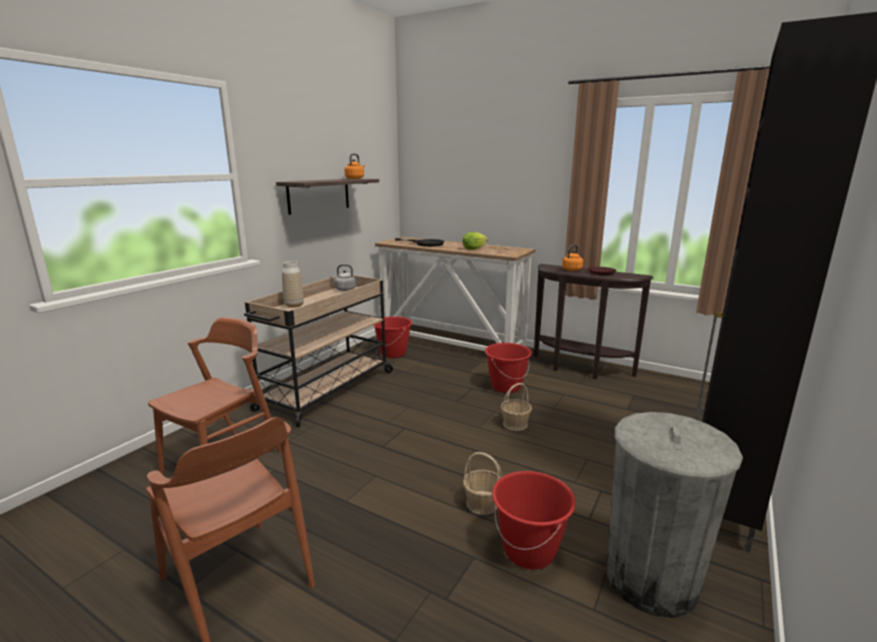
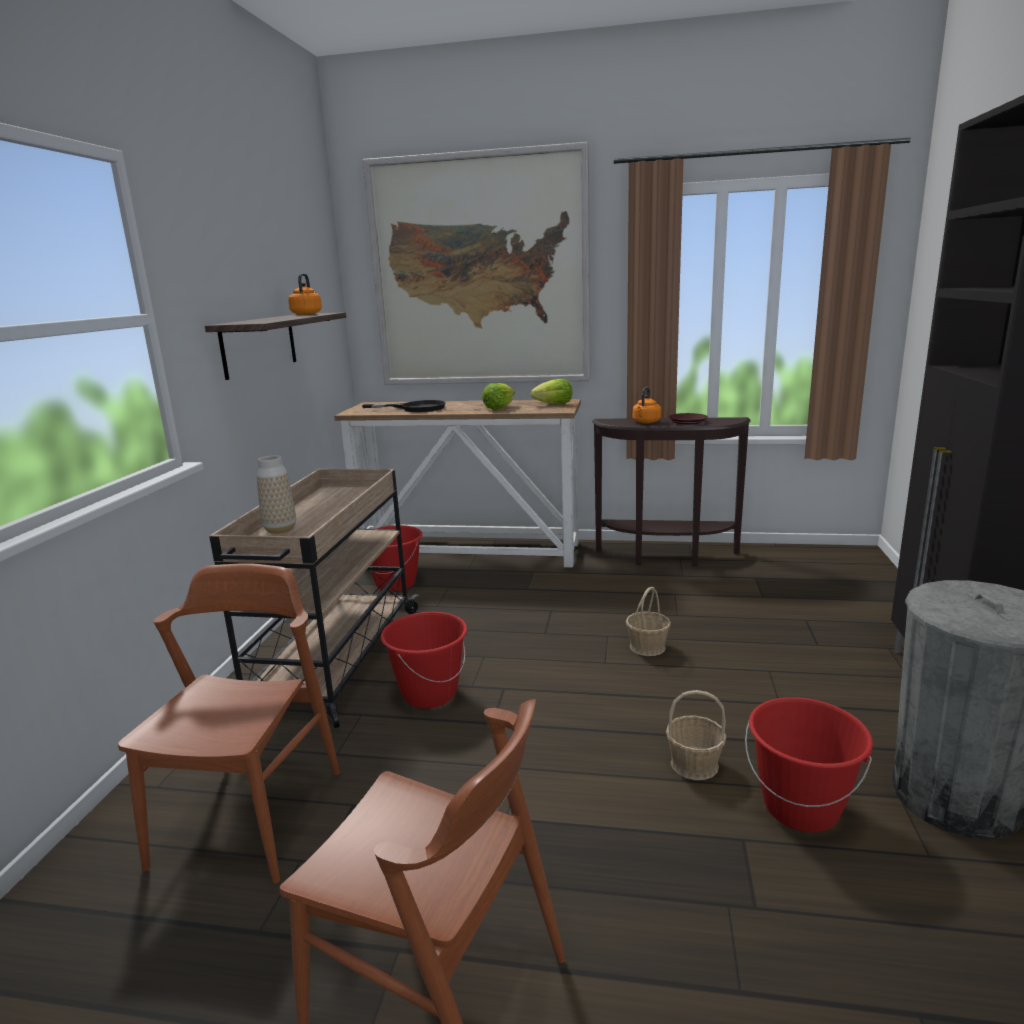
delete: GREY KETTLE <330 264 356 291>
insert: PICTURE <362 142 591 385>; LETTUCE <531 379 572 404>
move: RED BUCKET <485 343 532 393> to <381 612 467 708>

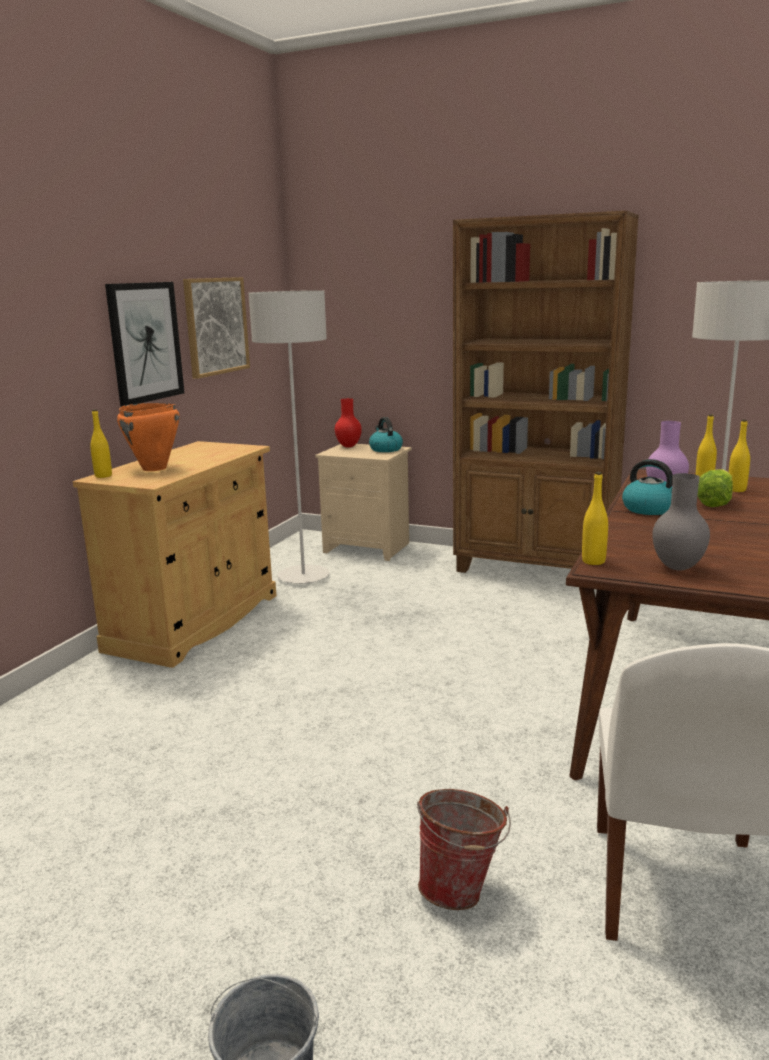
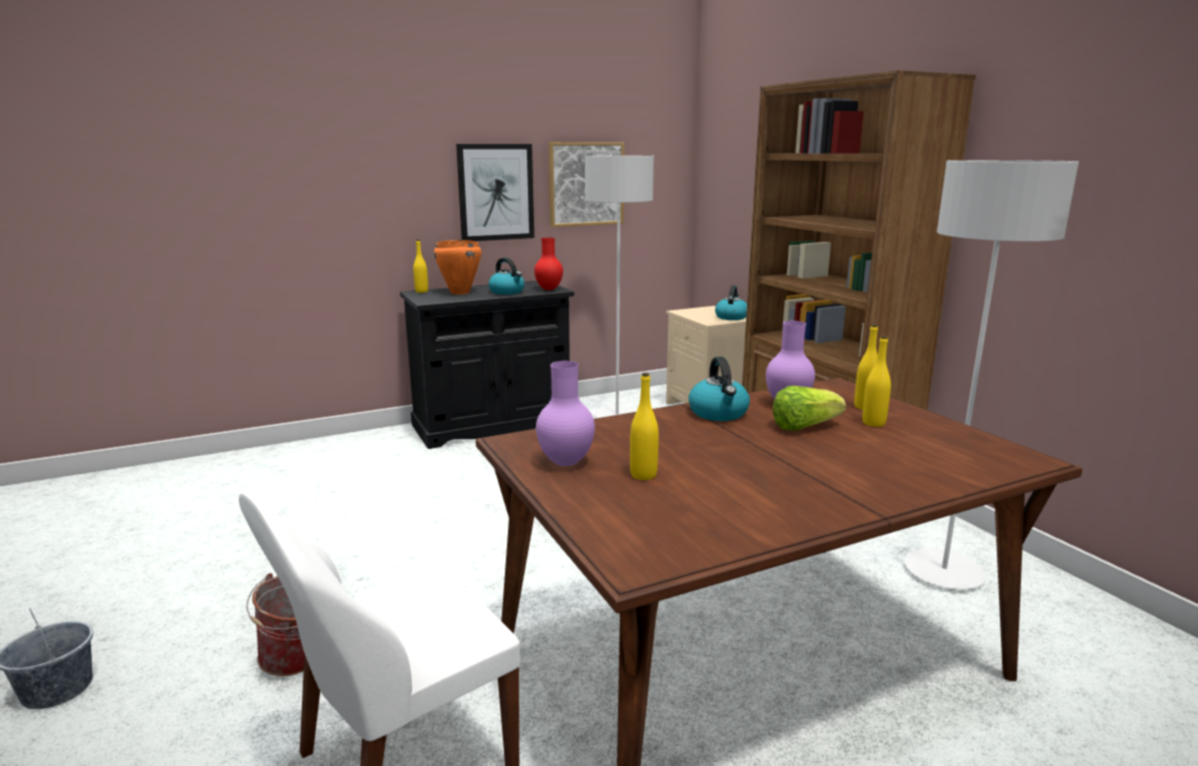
insert: KETTLE <488 257 525 295>
move: RED VASE <335 398 362 448> to <534 238 563 290>; YELLOW BOTTLE <582 472 608 565> to <630 372 659 480>
recolor: BEIGE CABINET <73 441 276 668> to BLACK CABINET <400 281 574 449>; GREY VASE <652 473 710 571> to PURPLE VASE <536 361 595 466>

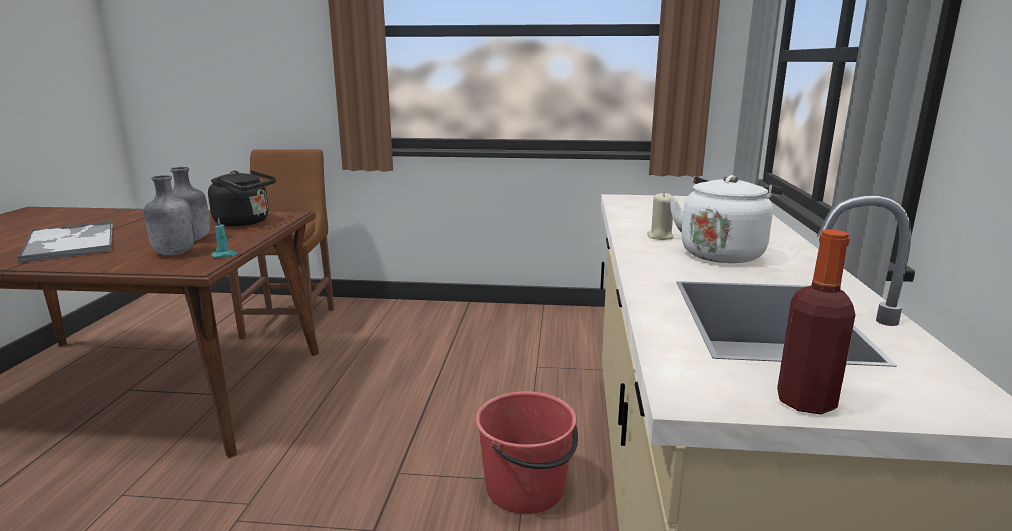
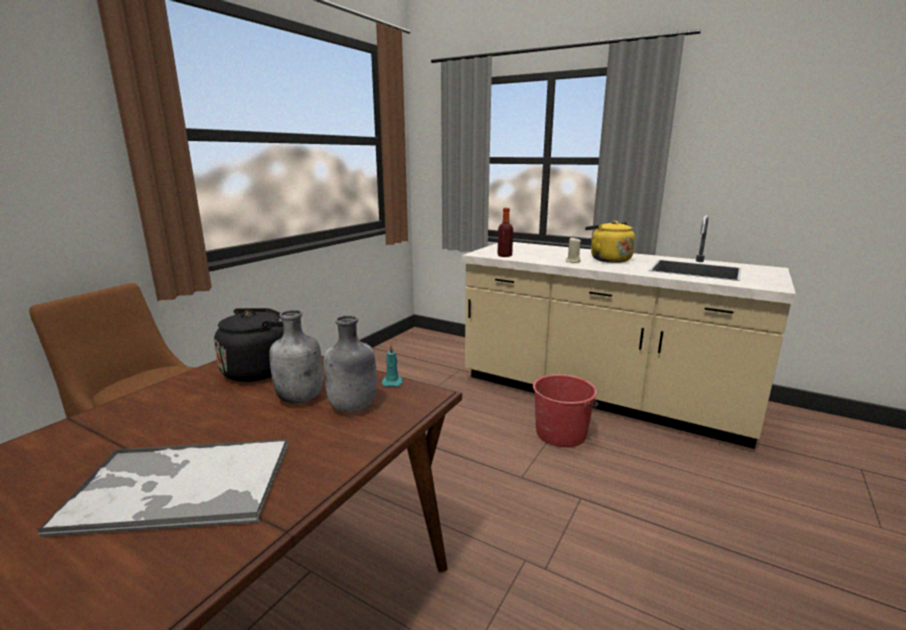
move: BOTTLE <777 229 855 415> to <498 208 513 257>
recolor: WHITE KETTLE <669 175 783 263> to YELLOW KETTLE <585 221 635 263>

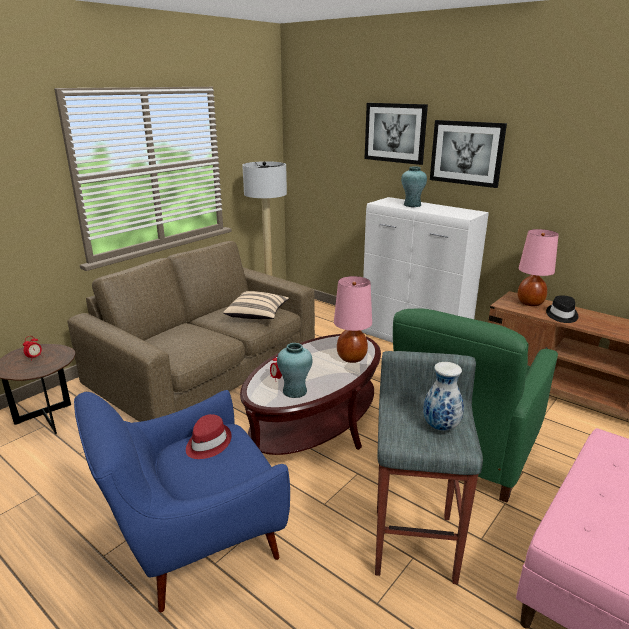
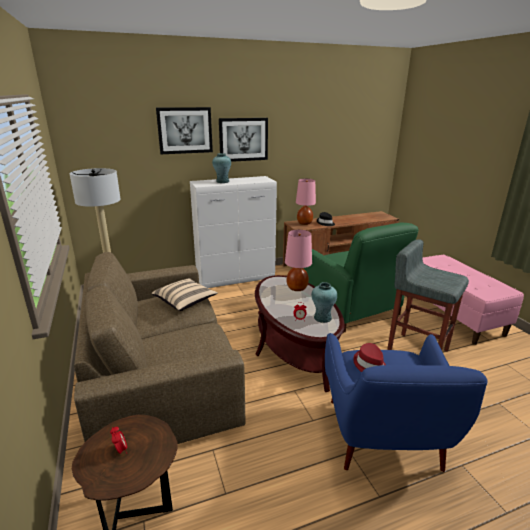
delete: VASE <423 362 464 431>

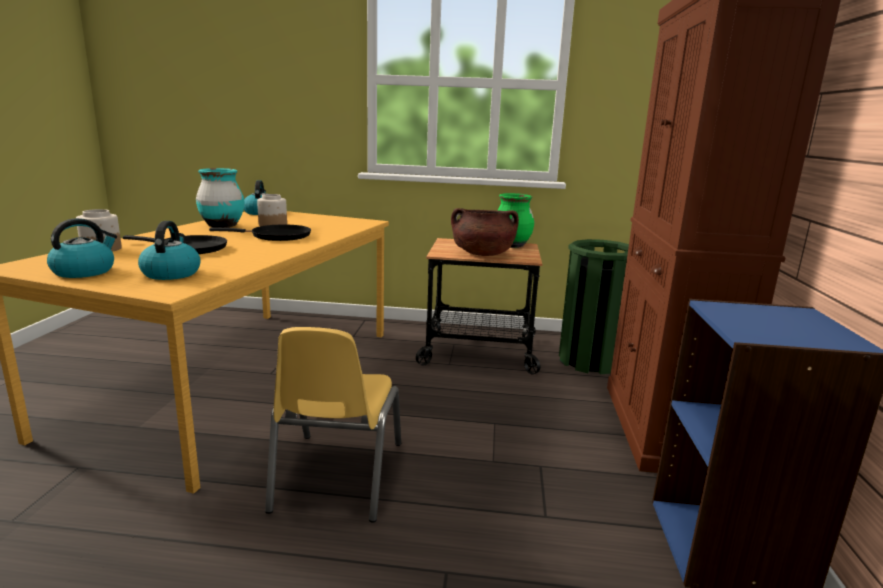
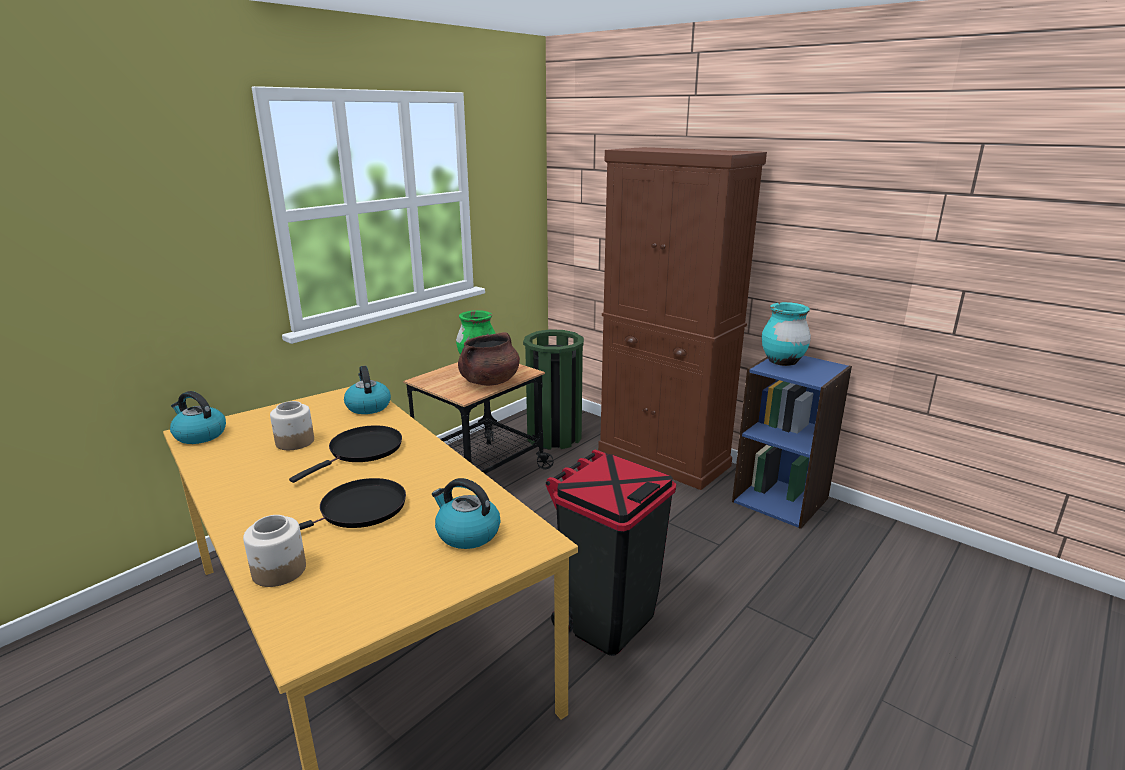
move: TURQUOISE VASE <196 168 244 228> to <762 302 811 366>; KETTLE <47 218 117 278> to <344 366 391 414>
replace: YELLOW CHAIR <265 327 401 523> to BLACK TRASH CAN <546 449 676 656>

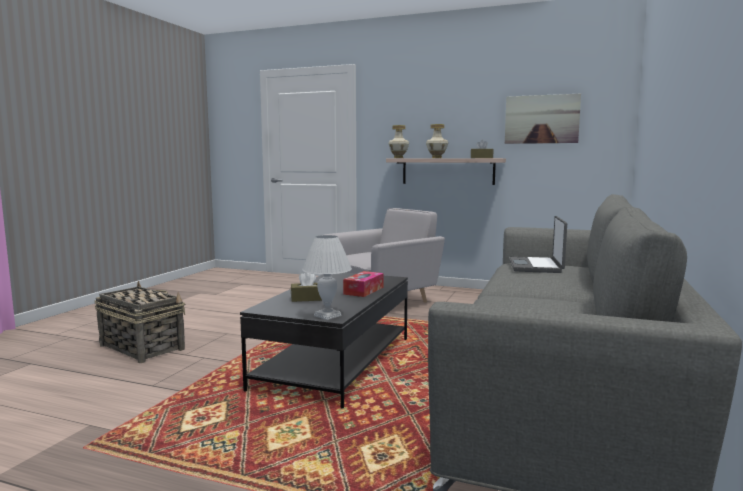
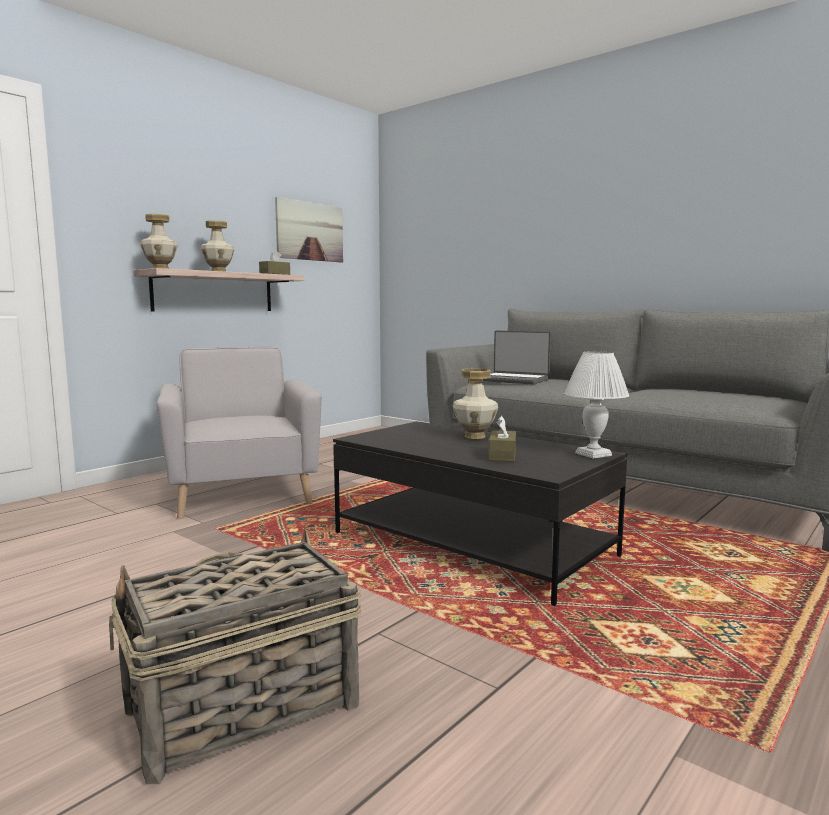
replace: TISSUE BOX <343 271 384 297> to VASE <453 369 498 439>

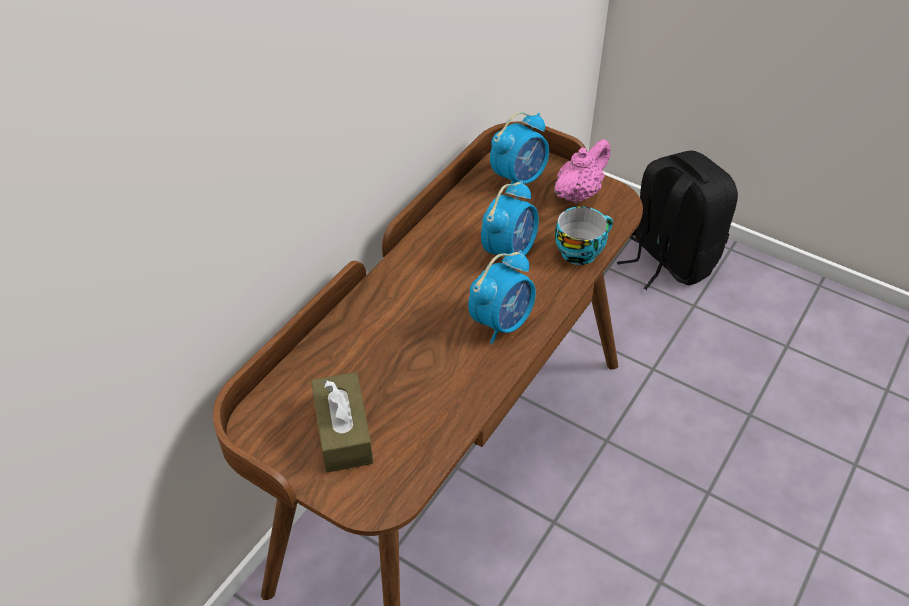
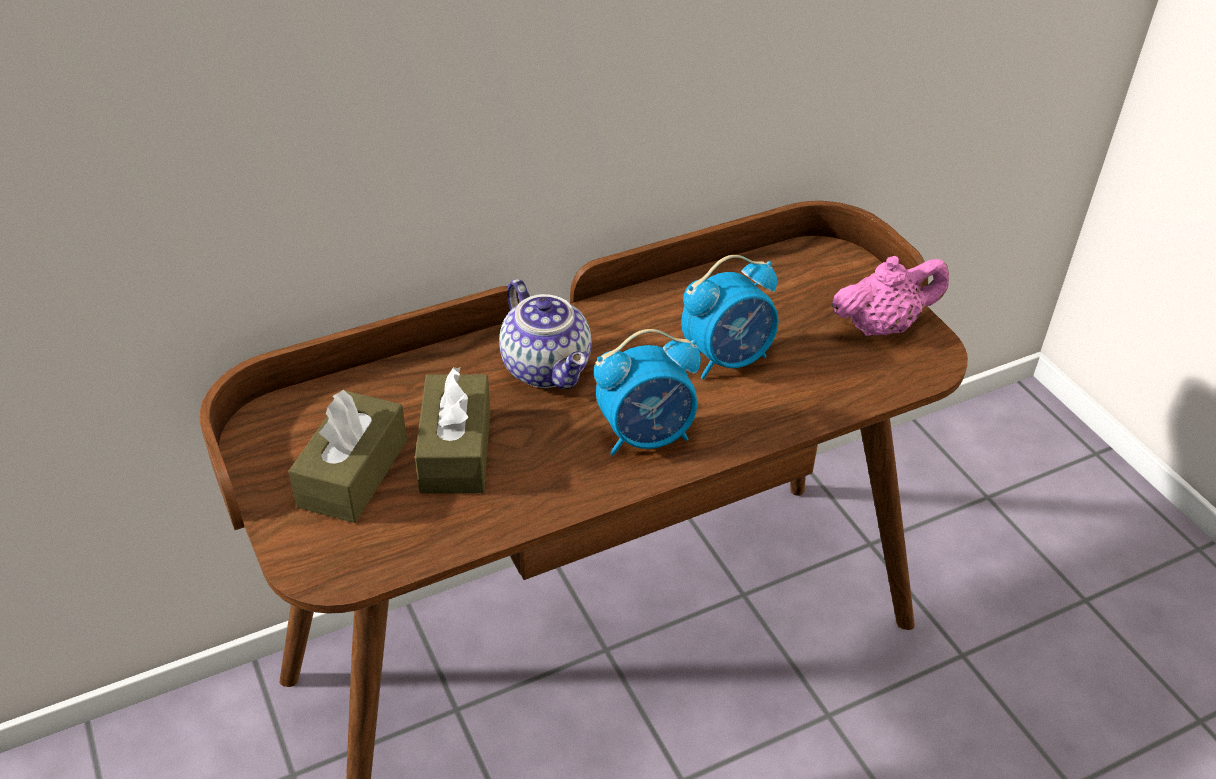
delete: ALARM CLOCK <490 112 549 184>; BLACK BACKPACK <617 150 738 290>; CUP <555 206 613 265>
insert: TEAPOT <499 279 592 389>; BROWN TISSUE BOX <415 367 490 494>

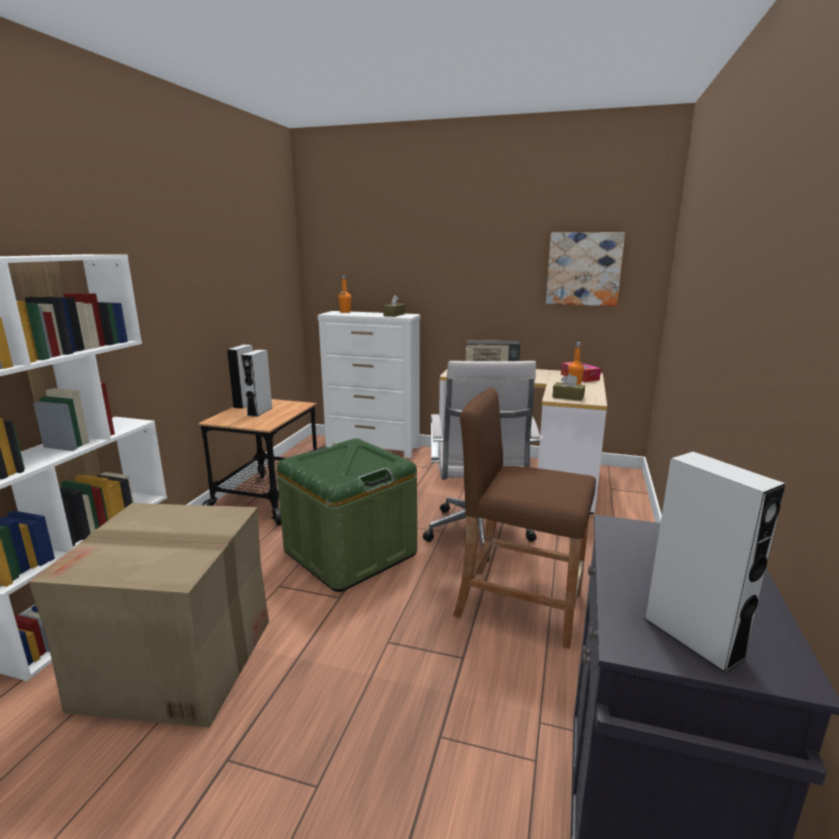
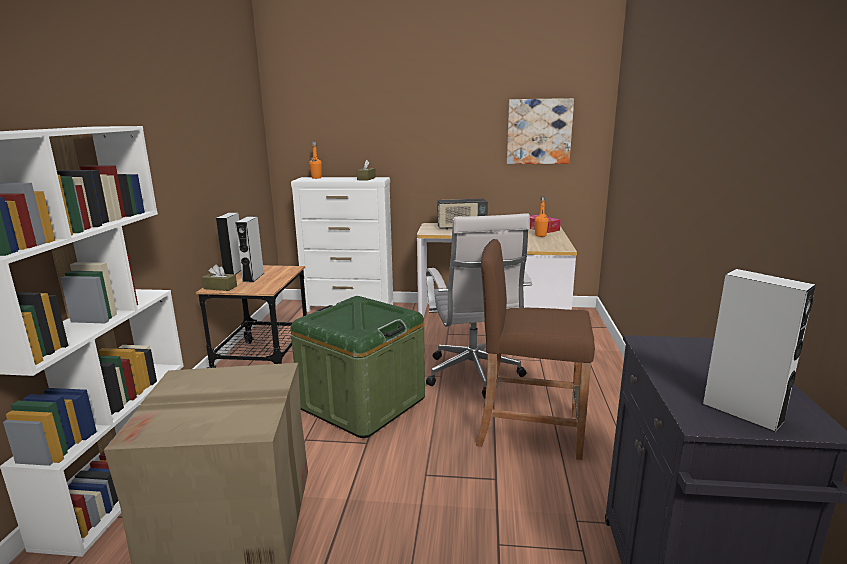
move: BROWN TISSUE BOX <552 374 585 401> to <202 264 237 291>

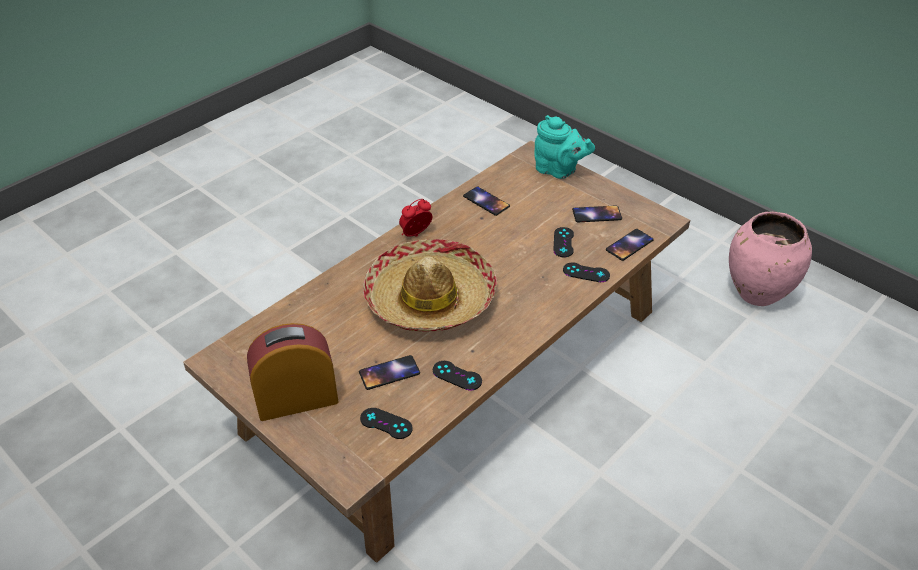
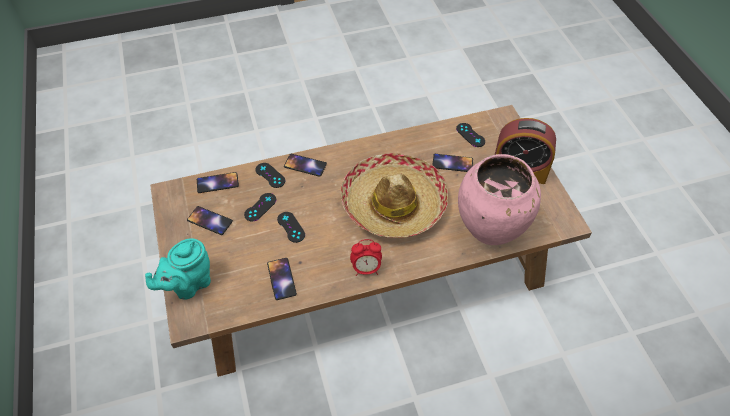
insert: PHONE <284 154 327 177>
move: PINK VASE <729 211 812 306> to <458 154 541 245>; BLACK GAME CONTROLLER <433 361 482 390> to <277 212 305 243>
rotate: TURQUOISE TEAPOT <535 115 595 179> = <145 238 211 300> 105 degrees counterclockwise

